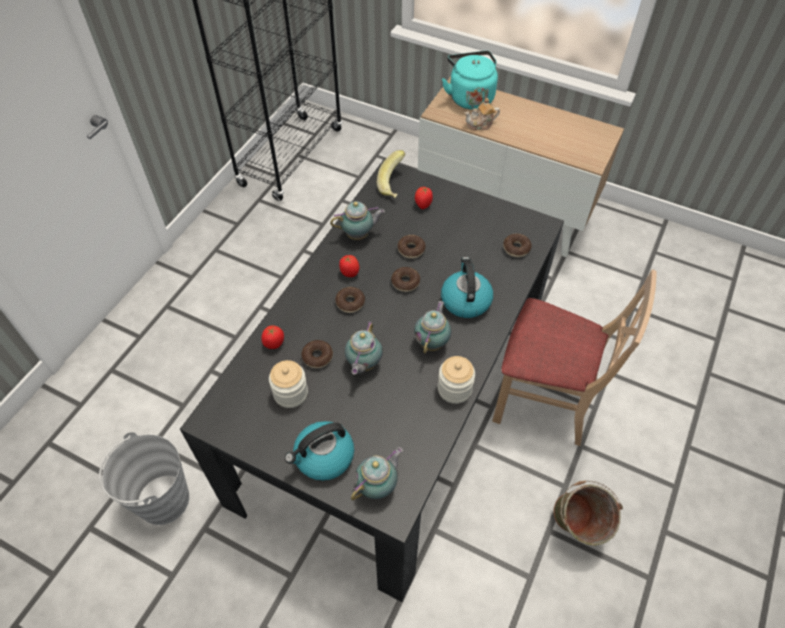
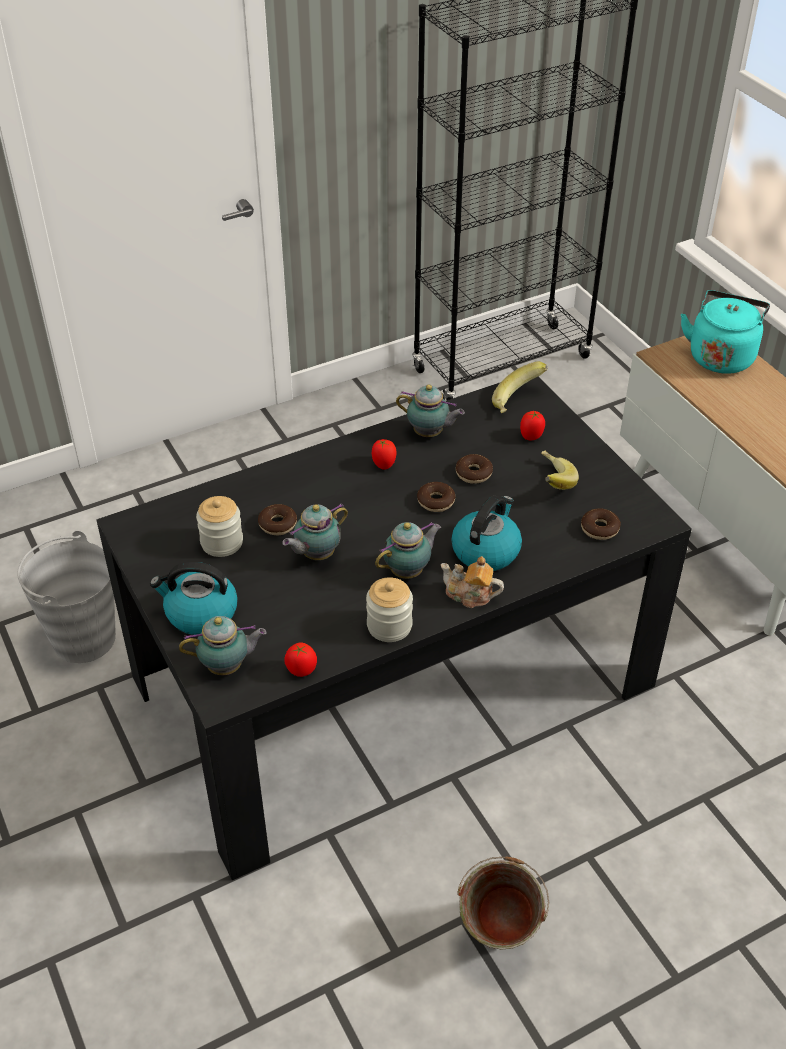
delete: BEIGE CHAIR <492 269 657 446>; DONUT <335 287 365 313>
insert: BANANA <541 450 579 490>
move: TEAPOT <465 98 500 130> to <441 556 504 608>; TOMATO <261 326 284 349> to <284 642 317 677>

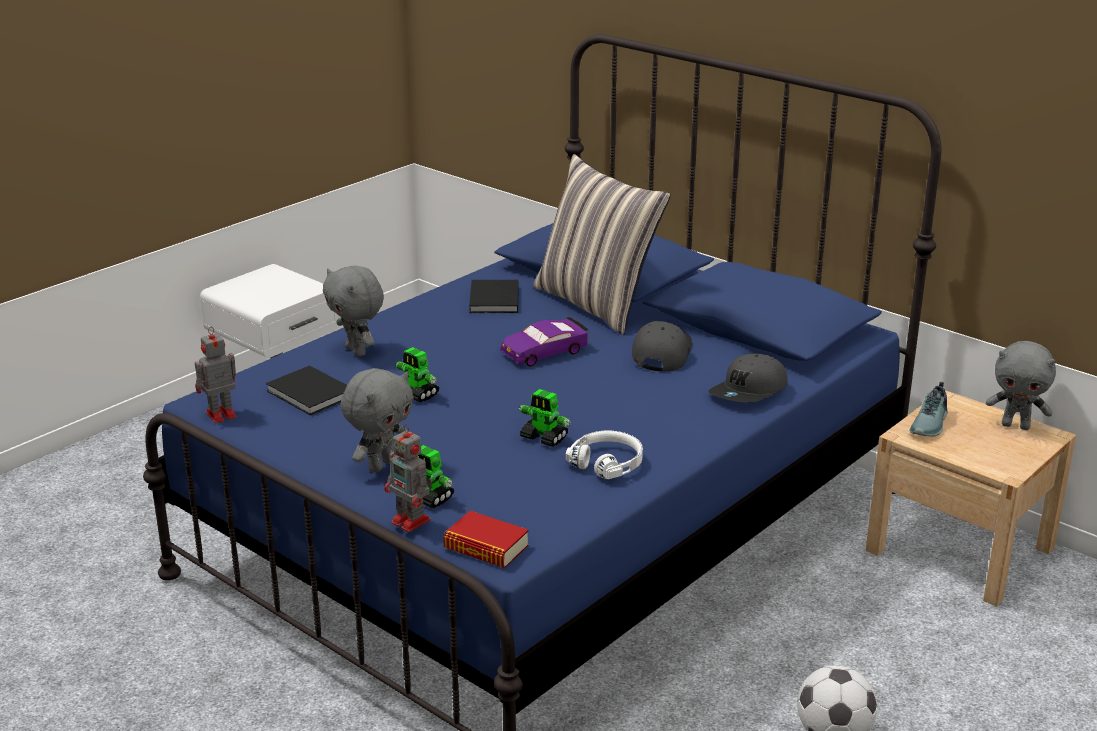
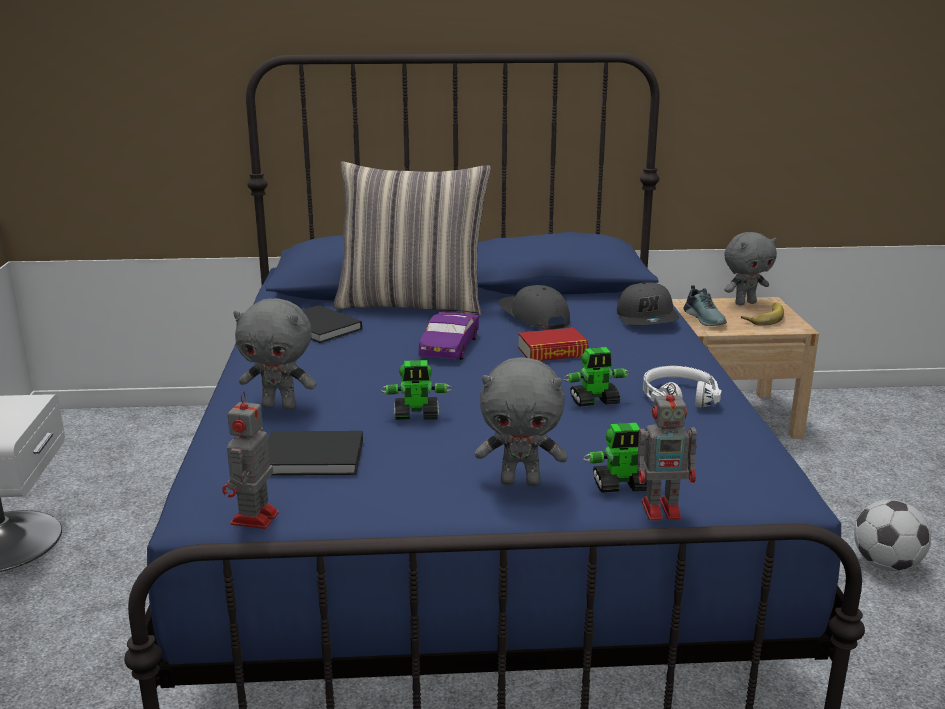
insert: BANANA <741 302 784 326>
move: BOOK <443 511 529 568> to <518 328 588 361>
rotate: GREY PLUSH TOY <341 368 414 473> = <475 357 567 486> 105 degrees clockwise

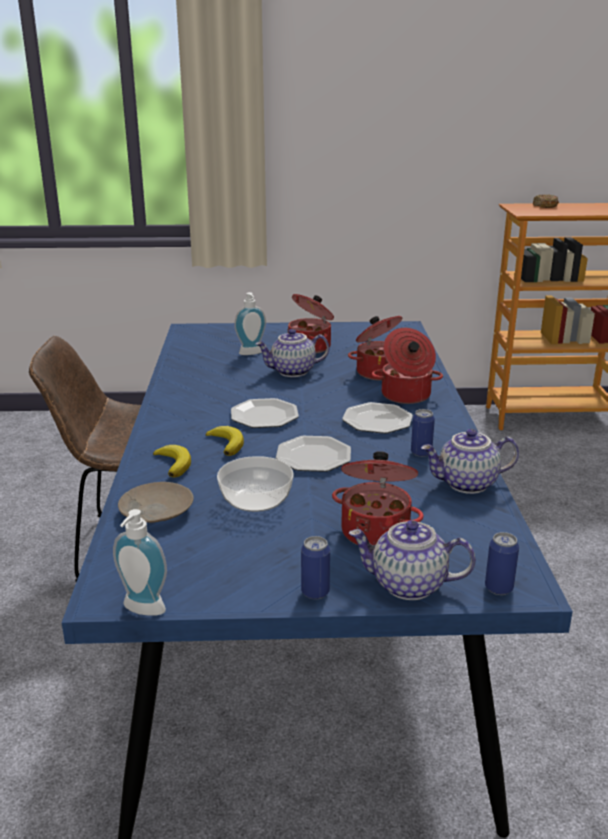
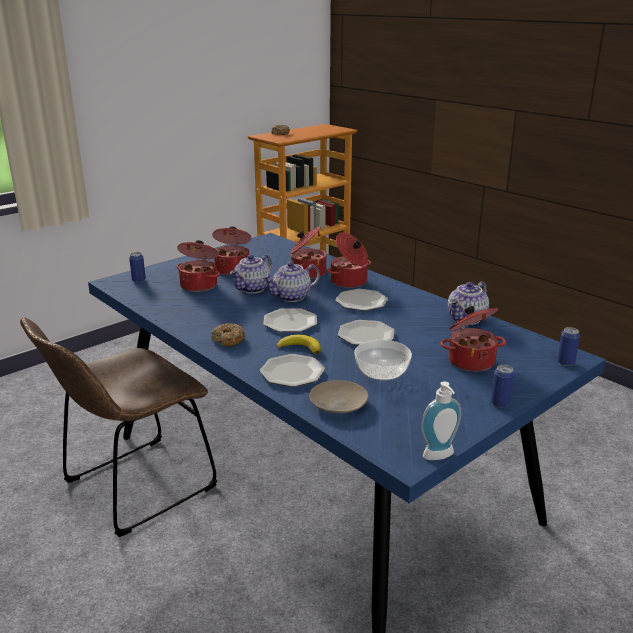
insert: DONUT <212 323 245 347>
move: CAN <411 409 435 457> to <129 252 146 282>; TEAPOT <348 520 476 600> to <262 262 320 302>
replace: SOAP DISPENSER <234 292 266 355> to COOKING POT <176 240 220 292>; BANANA <153 445 191 477> to PLATE <260 354 325 387>

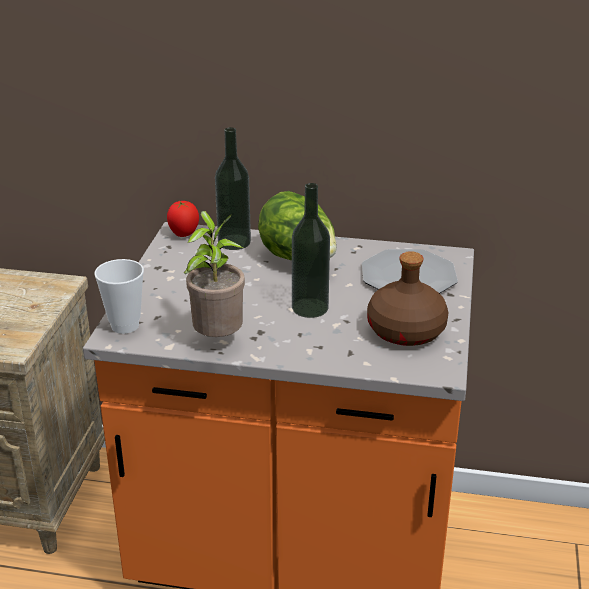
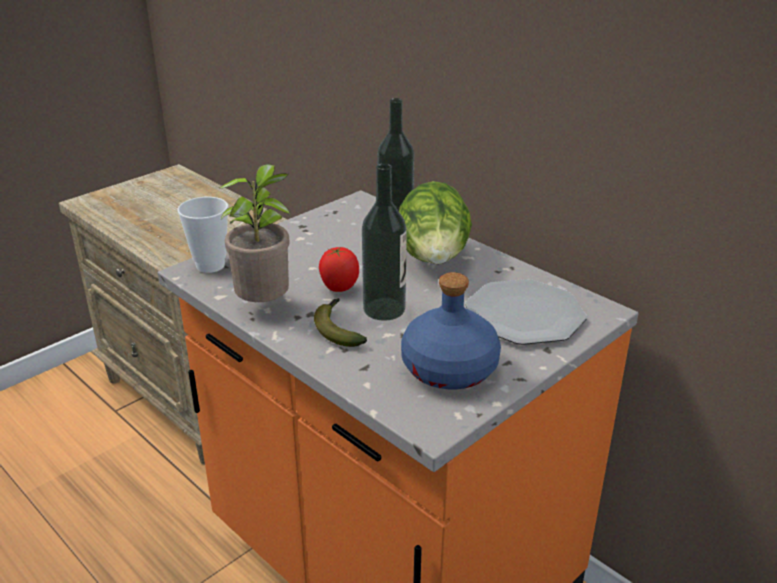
insert: BANANA <314 298 367 347>
move: TOMATO <167 201 199 237> to <319 247 359 292>
recolor: BROWN BOTTLE <367 251 448 346> to BLUE BOTTLE <401 272 501 389>

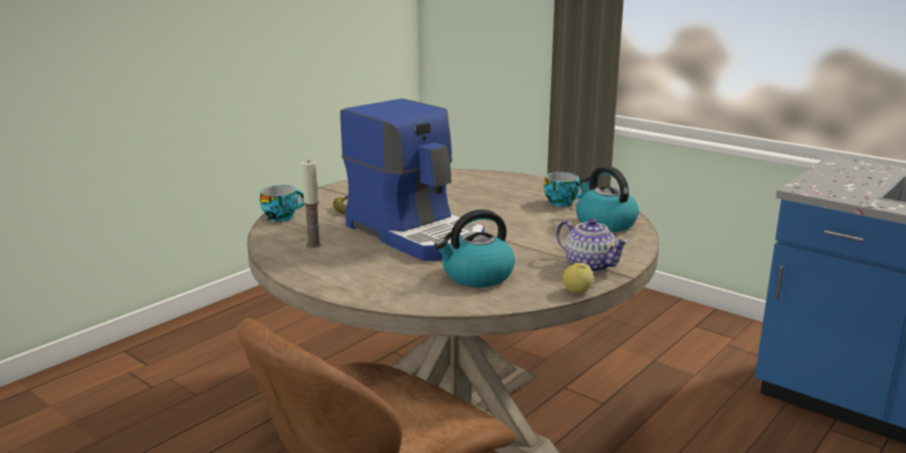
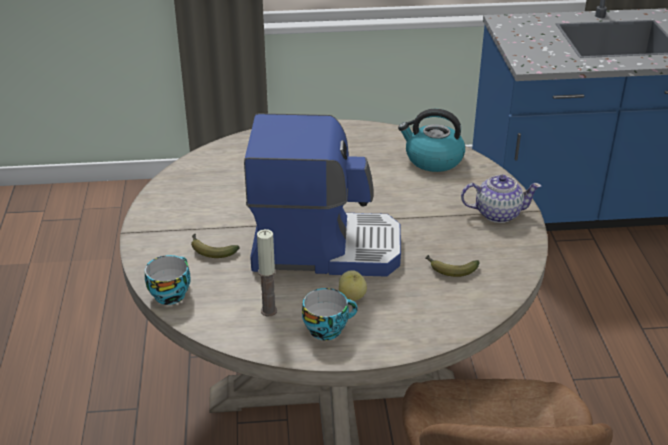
move: CUP <544 172 584 207> to <302 288 358 340>; APPLE <563 263 593 293> to <339 270 367 301>
replace: KETTLE <434 209 515 287> to BANANA <426 255 480 277>

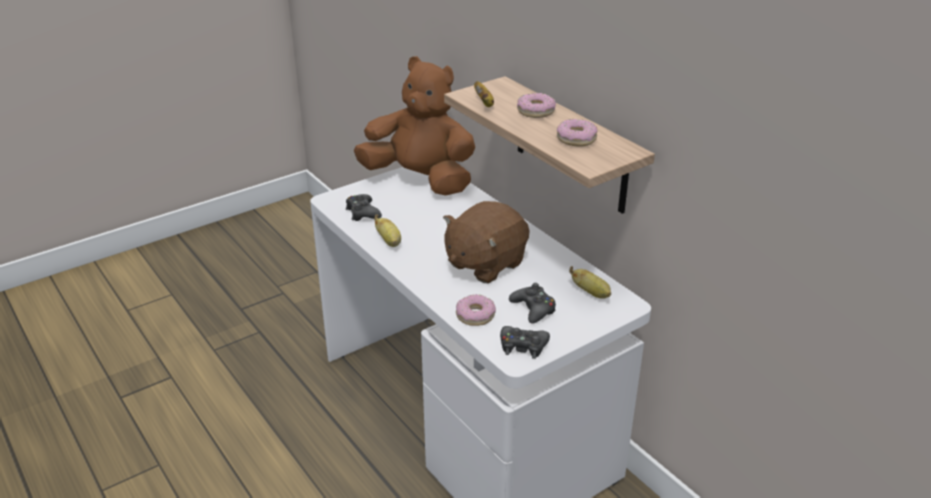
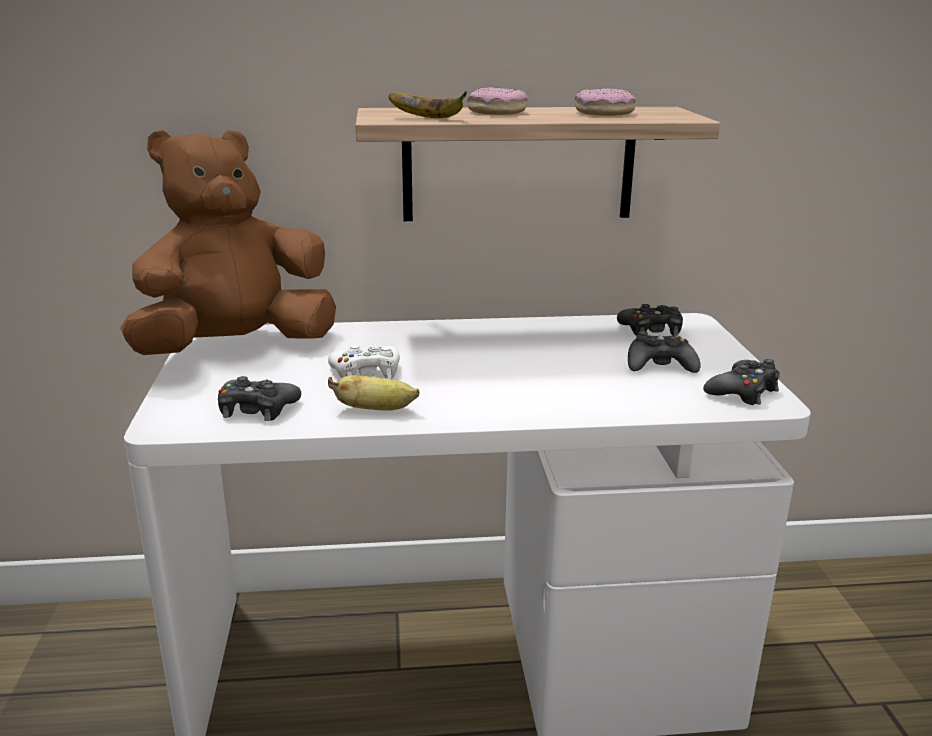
delete: BROWN PLUSH TOY <443 201 529 283>; DONUT <456 294 496 326>
insert: WHITE GAME CONTROLLER <328 344 400 379>
replace: BANANA <569 266 611 299> to BLACK GAME CONTROLLER <617 304 683 336>

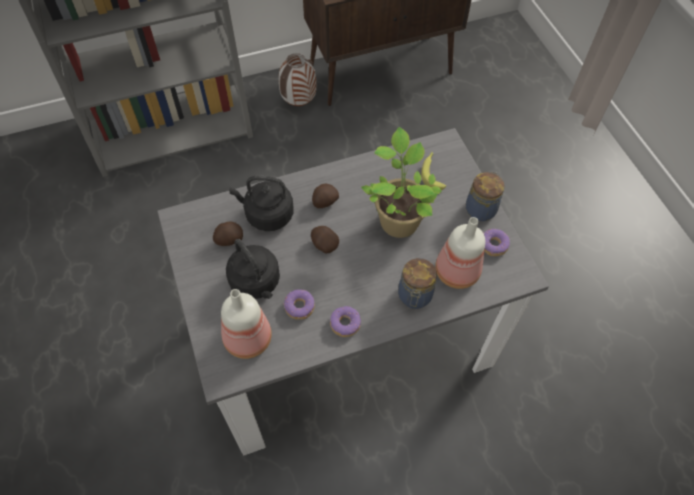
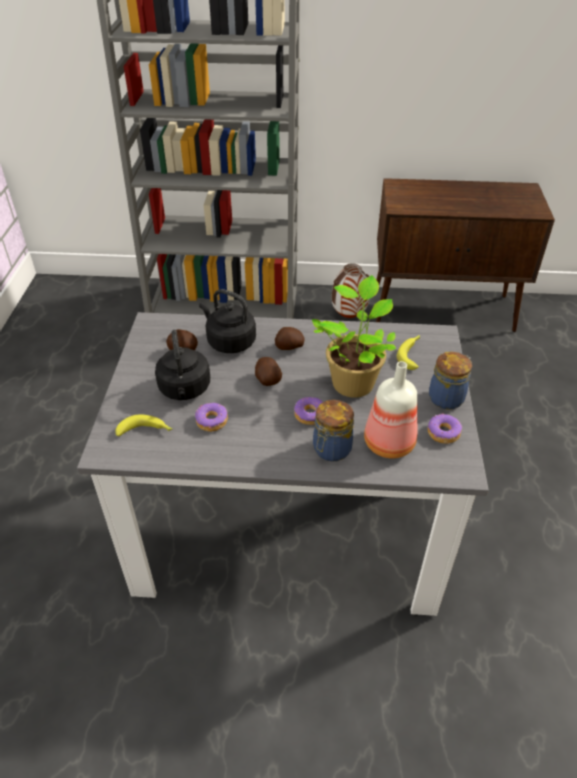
move: DONUT <330 306 361 337> to <294 397 323 425>
replace: BOTTLE <221 289 272 359> to BANANA <115 414 173 436>

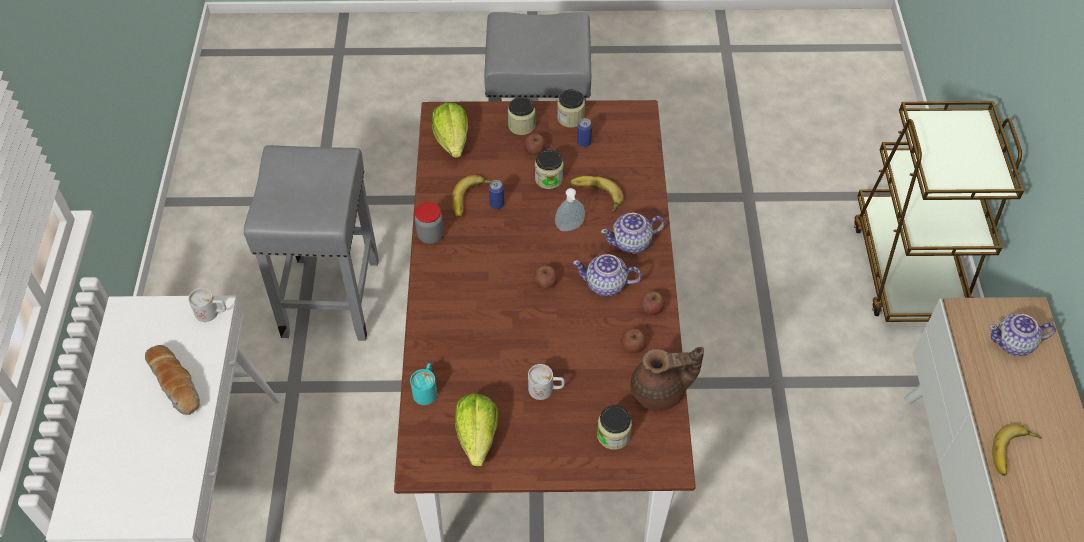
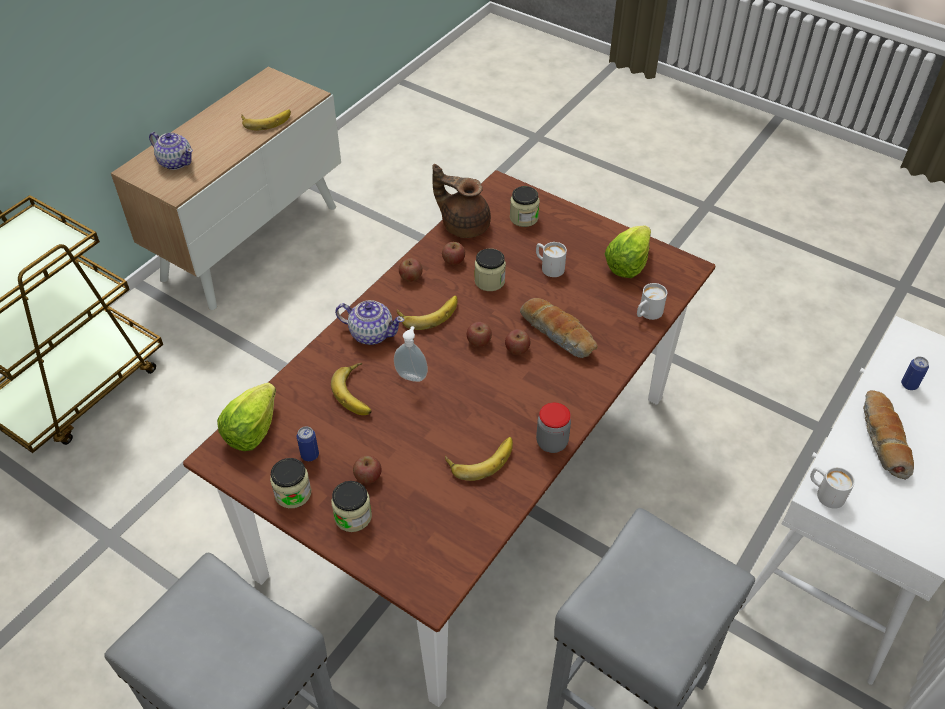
insert: BREAD <520 298 598 358>; APPLE <505 329 530 355>
move: LETTUCE <432 103 468 158> to <217 382 276 451>; JAR <535 150 563 189> to <475 248 506 291>; CAN <489 180 504 209> to <901 356 929 390>
replace: TEAPOT <573 254 642 296> to BANANA <397 295 457 330>
recolor: TURQUOISE MUG <410 363 437 405> to WHITE MUG <637 283 667 320>

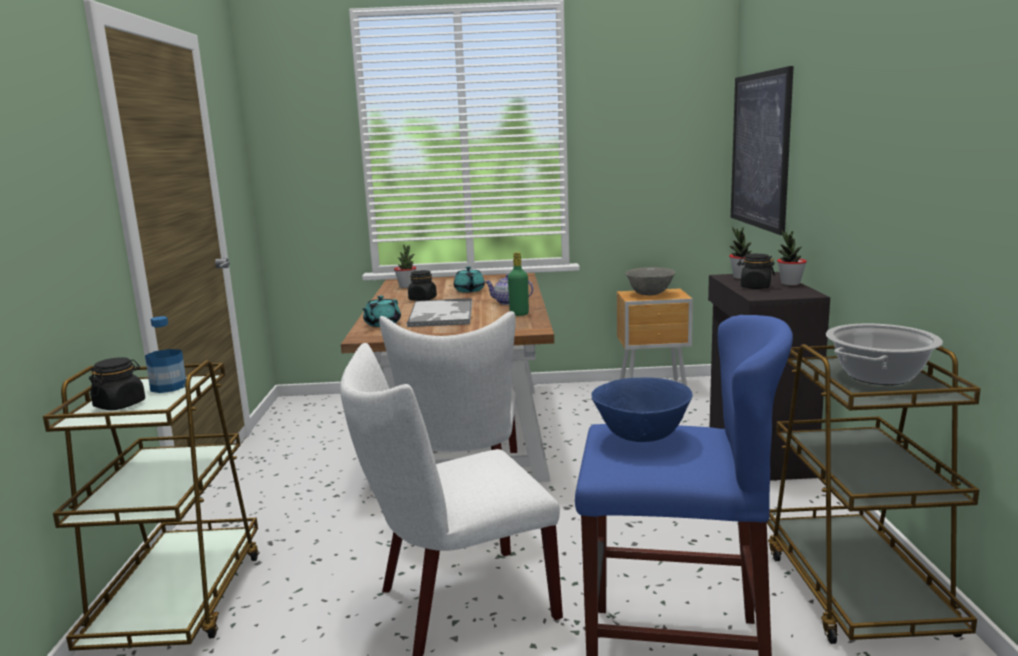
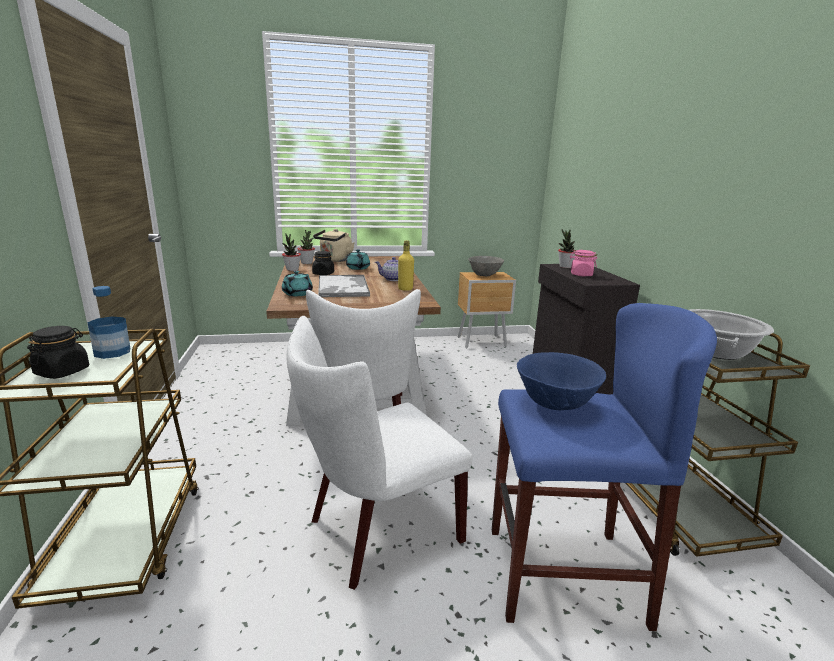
delete: PICTURE <731 66 794 235>
insert: BEIGE KETTLE <313 229 354 262>
move: POTTED PLANT <777 230 807 286> to <282 234 301 271>
recolor: GREEN BOTTLE <508 252 529 316> to YELLOW BOTTLE <398 240 414 291>; BLACK JAR <737 254 775 289> to PINK JAR <570 250 597 276>

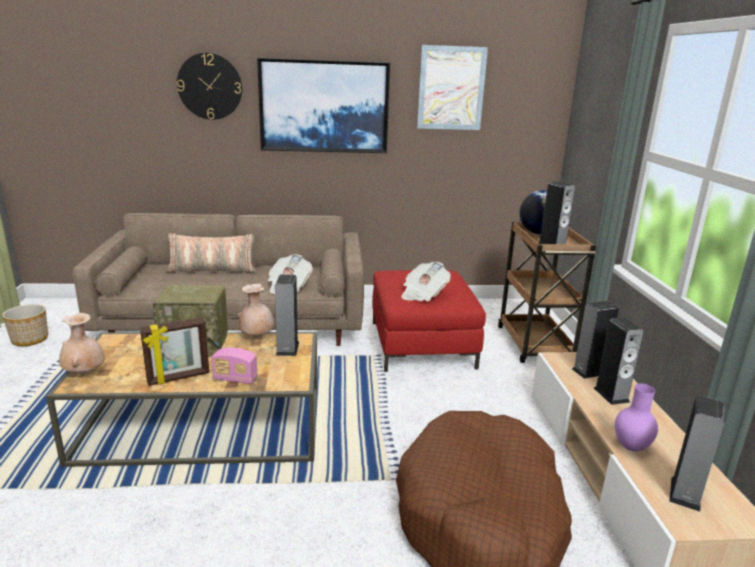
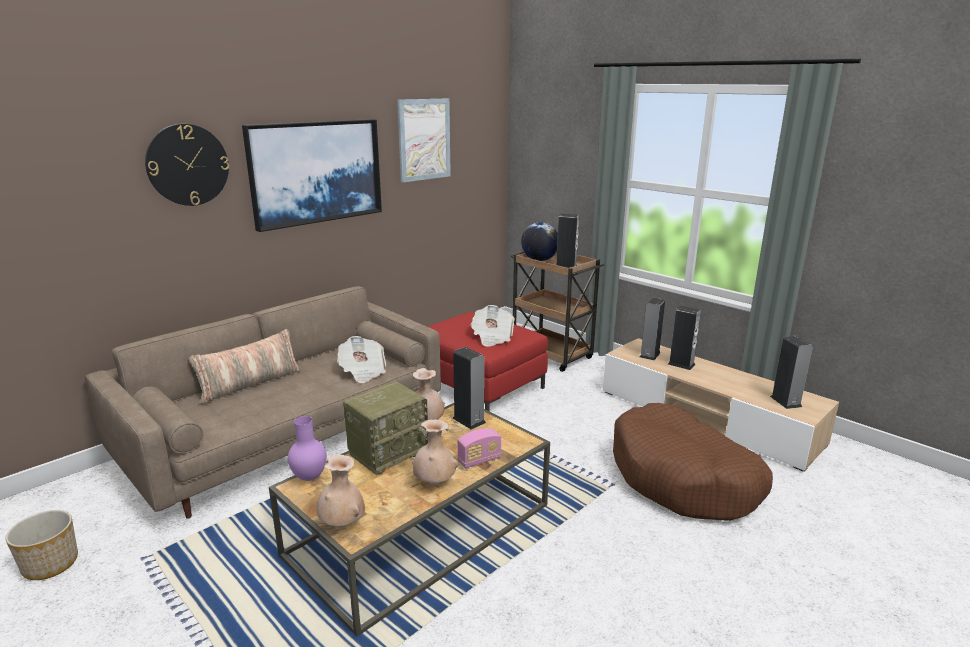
move: PURPLE VASE <615 384 658 452> to <288 416 327 481>
replace: PICTURE FRAME <140 317 209 386> to BEIGE VASE <412 419 458 485>

